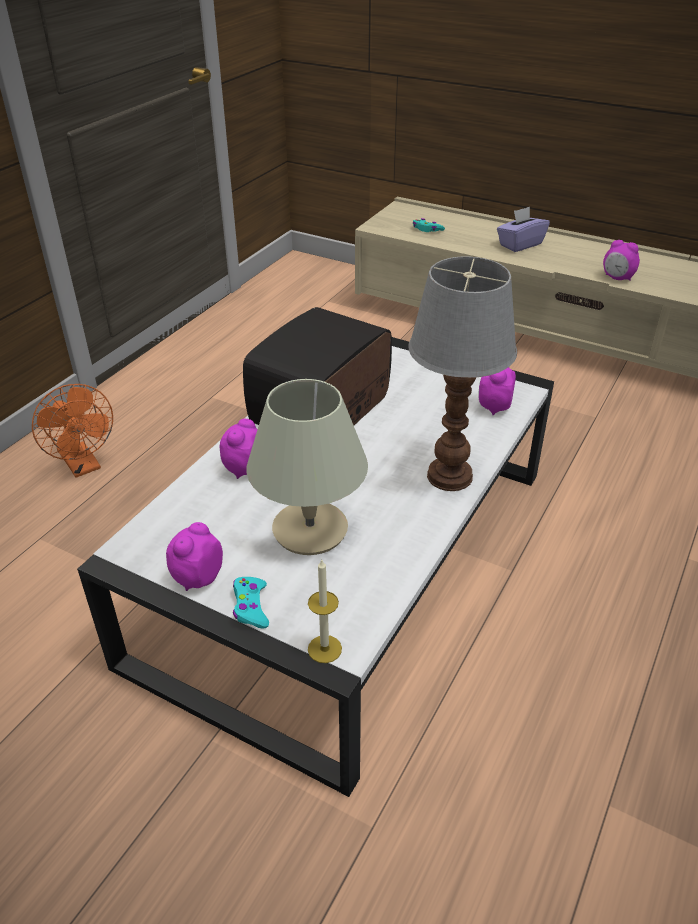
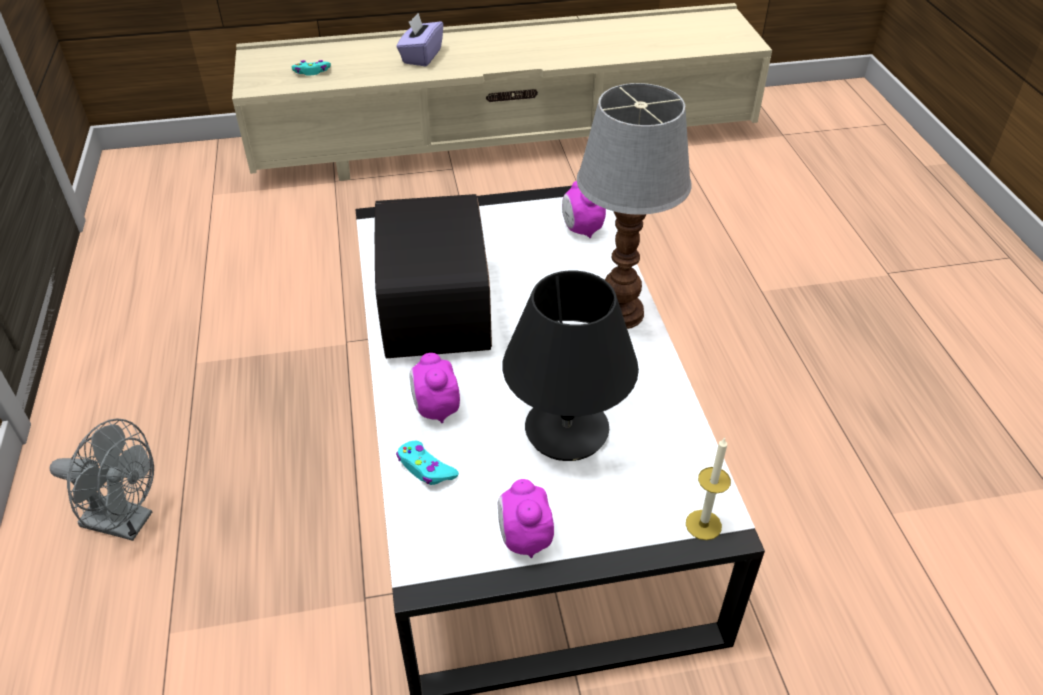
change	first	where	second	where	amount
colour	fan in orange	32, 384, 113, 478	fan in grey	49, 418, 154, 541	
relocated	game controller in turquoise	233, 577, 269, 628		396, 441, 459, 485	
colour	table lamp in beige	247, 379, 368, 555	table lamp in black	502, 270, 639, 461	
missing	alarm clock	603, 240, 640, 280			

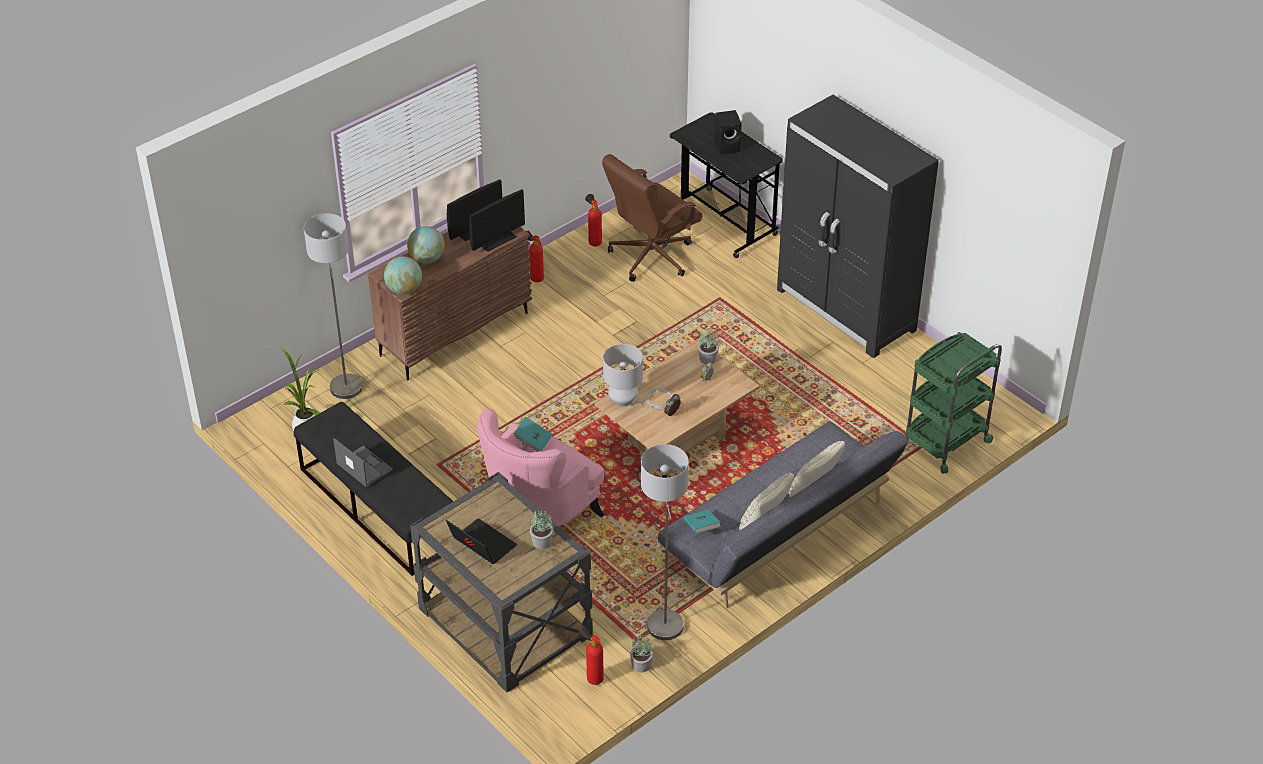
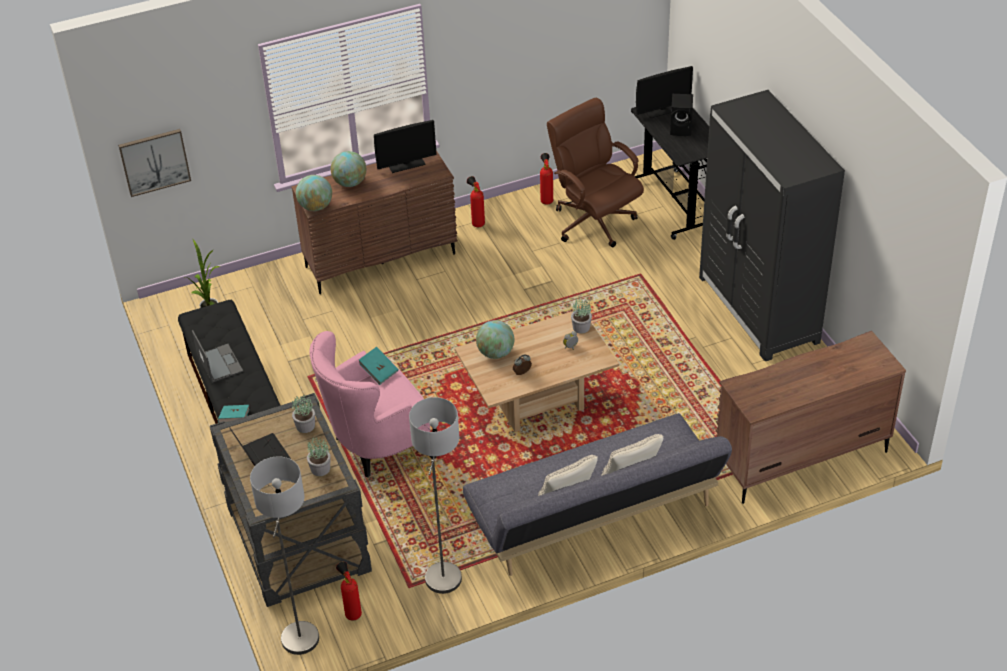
change	first	where	second	where	amount
appeared			picture	118, 129, 191, 197	
relocated	book in turquoise	684, 510, 721, 534		218, 405, 250, 423	
relocated	floor lamp in grey	304, 213, 363, 399		250, 456, 319, 655	
relocated	potted plant	630, 635, 653, 672		292, 394, 315, 433	
exchanged	table lamp in white	603, 344, 673, 409	globe	476, 320, 514, 359	
spun	office chair in brown	602, 154, 702, 282		547, 98, 644, 247	75 degrees clockwise
relocated	monitor	469, 189, 525, 252		636, 66, 693, 118	
exchanged	cart in green	904, 332, 1002, 474	dresser in brown	716, 331, 906, 504	

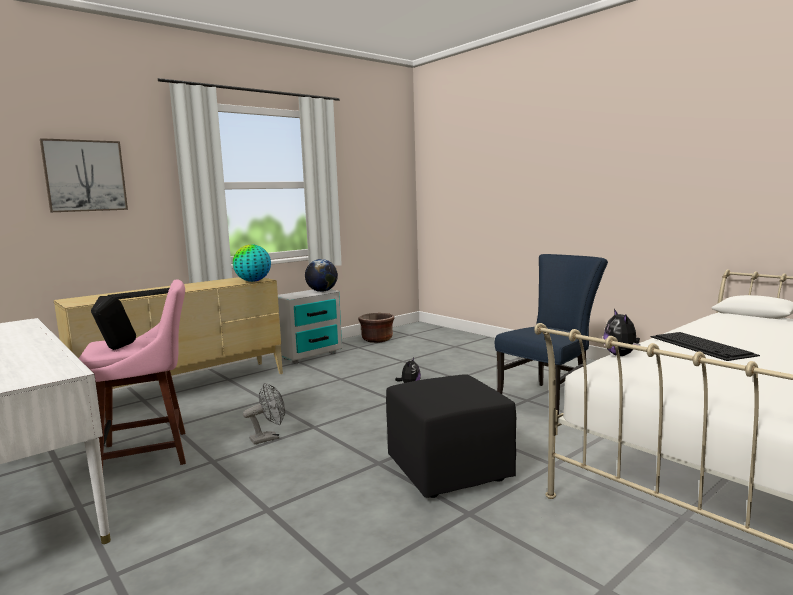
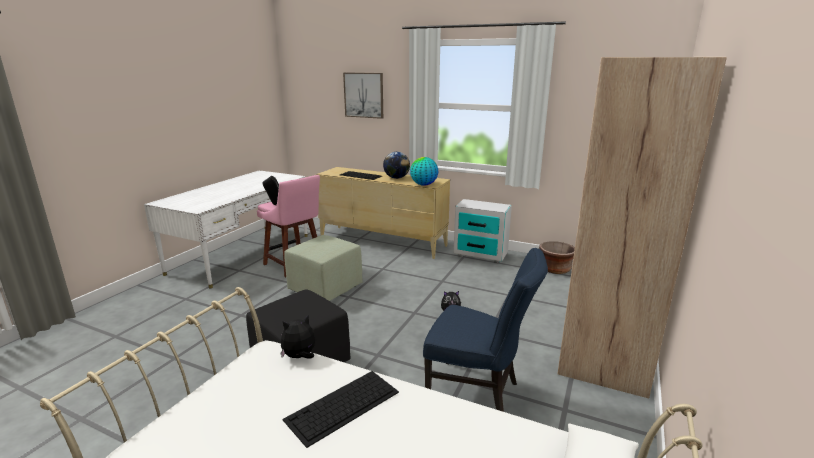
change	first	where	second	where	amount
exchanged	fan in grey	243, 383, 285, 445	ottoman in green	284, 235, 363, 301	
relocated	globe	305, 259, 338, 292		383, 152, 410, 179	
appeared			wardrobe in beige	557, 57, 727, 398	

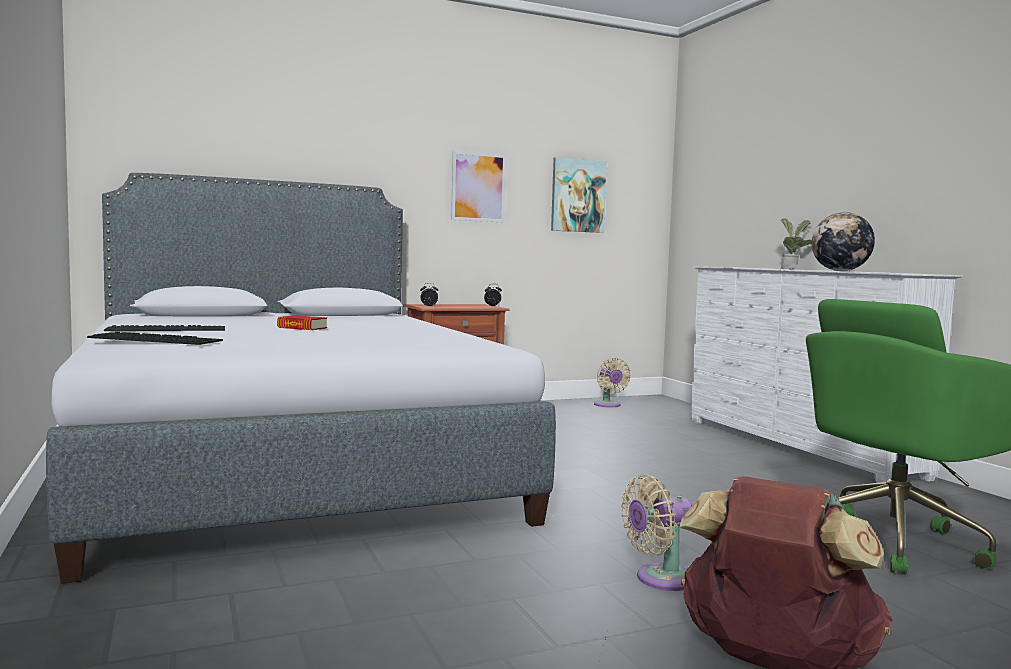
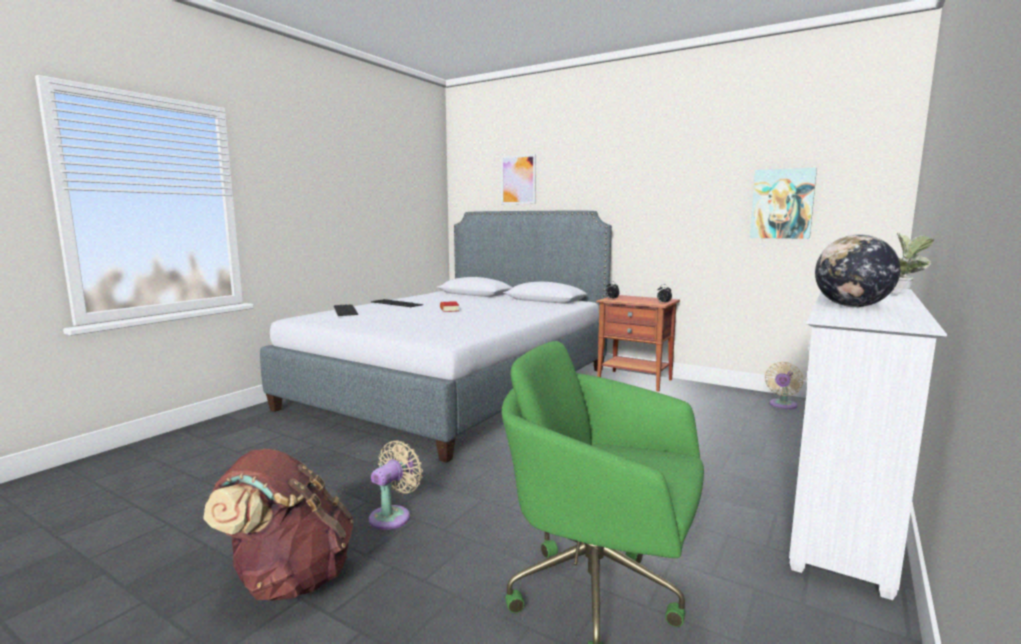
change	first	where	second	where	amount
spun	fan in beige	621, 474, 693, 591		368, 440, 423, 530	90 degrees clockwise
relocated	picture	451, 151, 506, 222		501, 154, 536, 204	

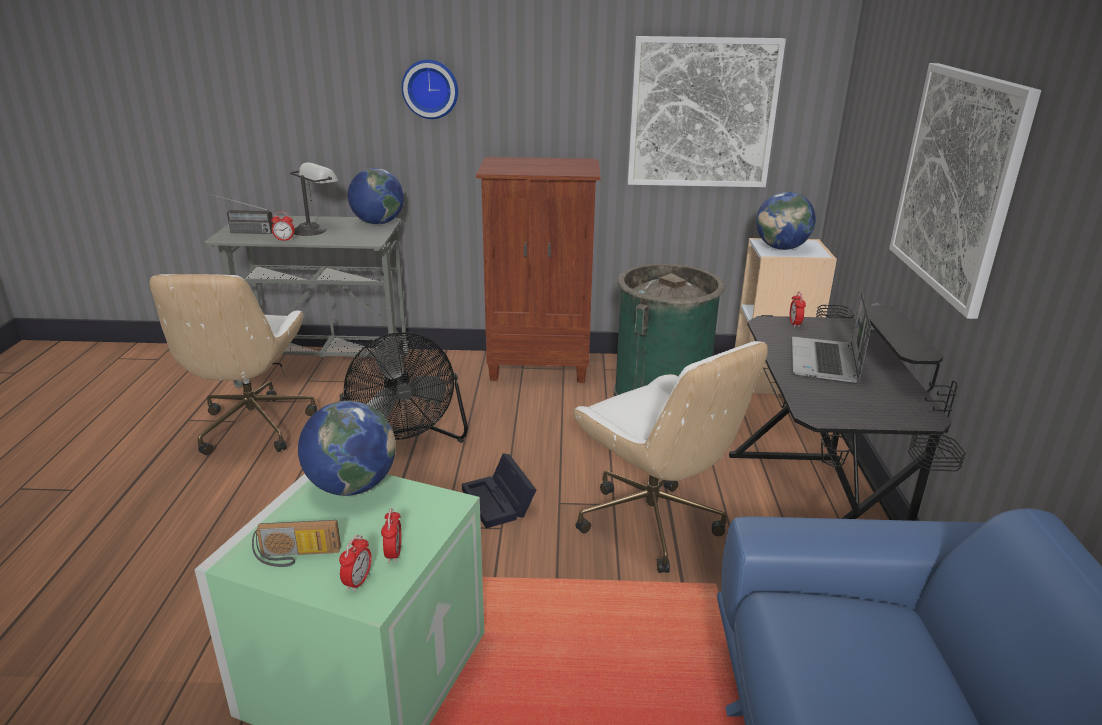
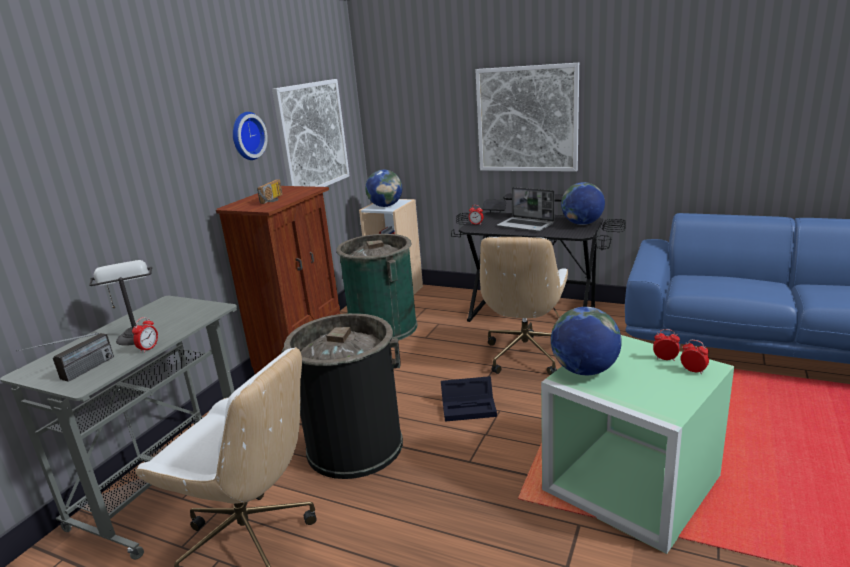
change	first	where	second	where	amount
relocated	wall clock	402, 60, 458, 119		233, 112, 268, 160	
relocated	radio	252, 520, 341, 567		257, 179, 283, 204	
exchanged	fan in black	340, 332, 468, 443	trash can in black	281, 313, 403, 479	
spun	office chair in white	573, 341, 768, 573		480, 237, 568, 375	120 degrees clockwise
relocated	globe	348, 168, 404, 224		561, 182, 605, 225	

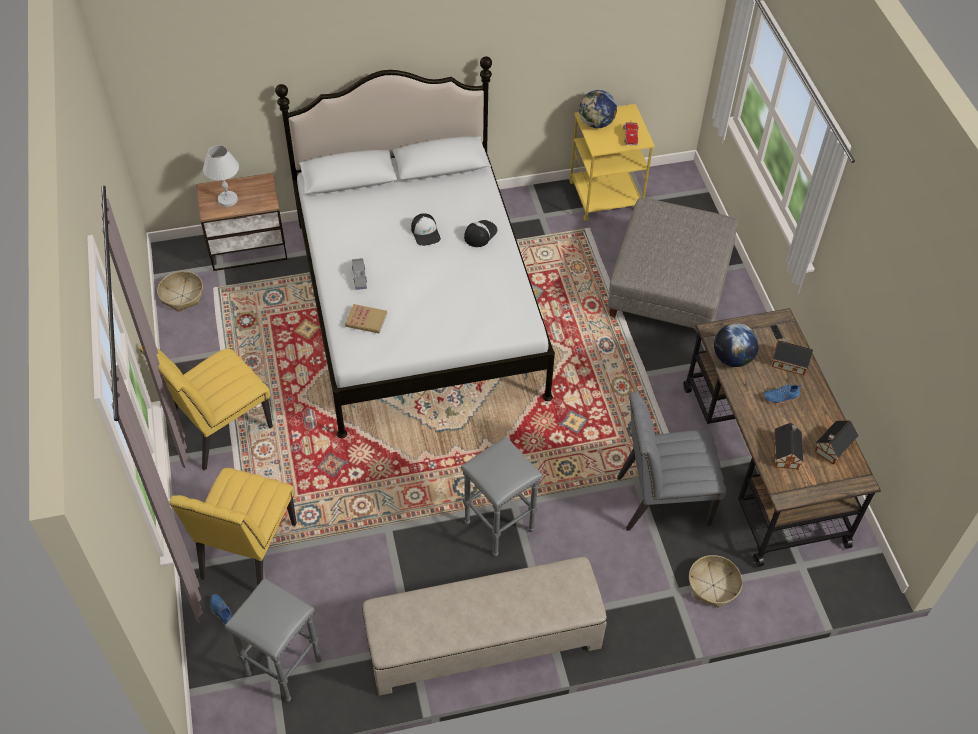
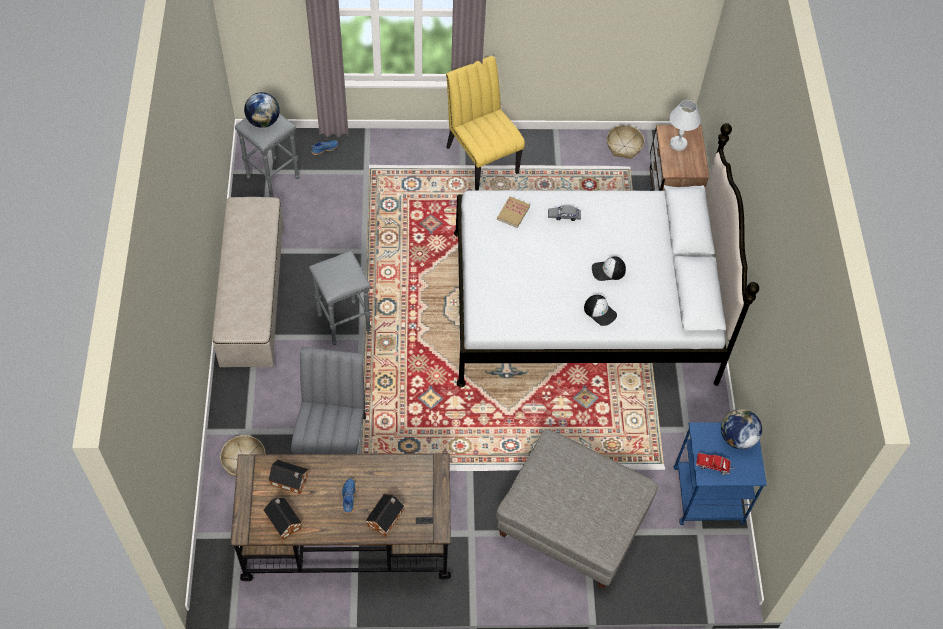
change	first	where	second	where	amount
relocated	globe	714, 323, 759, 367		244, 92, 280, 128	
colour	cart in yellow	569, 104, 655, 221	cart in blue	673, 422, 767, 525	
missing	chair in yellow	169, 468, 297, 586			

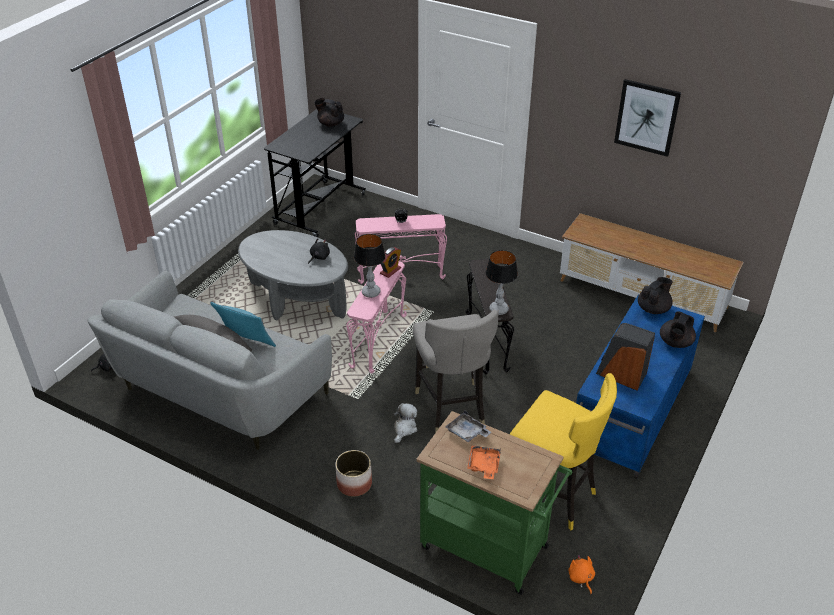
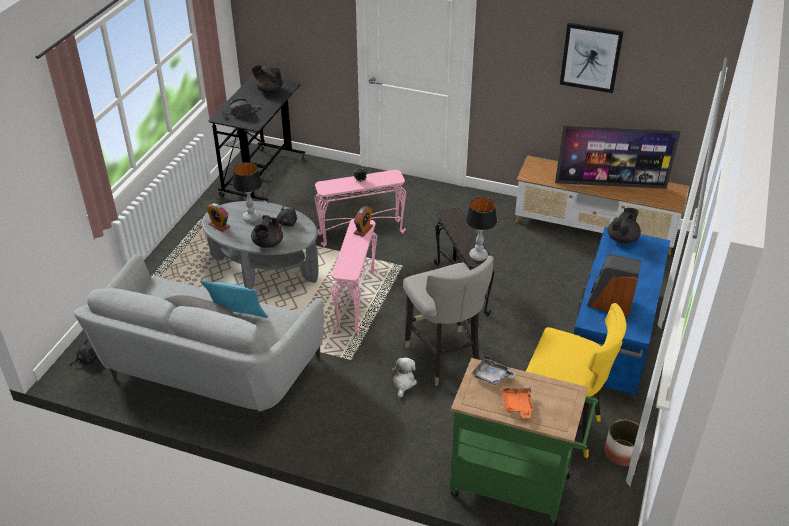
change	first	where	second	where	amount
appeared			alarm clock	206, 203, 230, 232	
appeared			hat in black	221, 98, 261, 118	
relocated	table lamp	354, 234, 386, 298		232, 162, 262, 223	
relocated	teapot in black	660, 311, 696, 348		251, 215, 283, 248	
appeared			television	555, 125, 681, 189	
relocated	planter	335, 450, 372, 497		605, 419, 645, 466	
missing	plush toy in orange	568, 554, 595, 595			

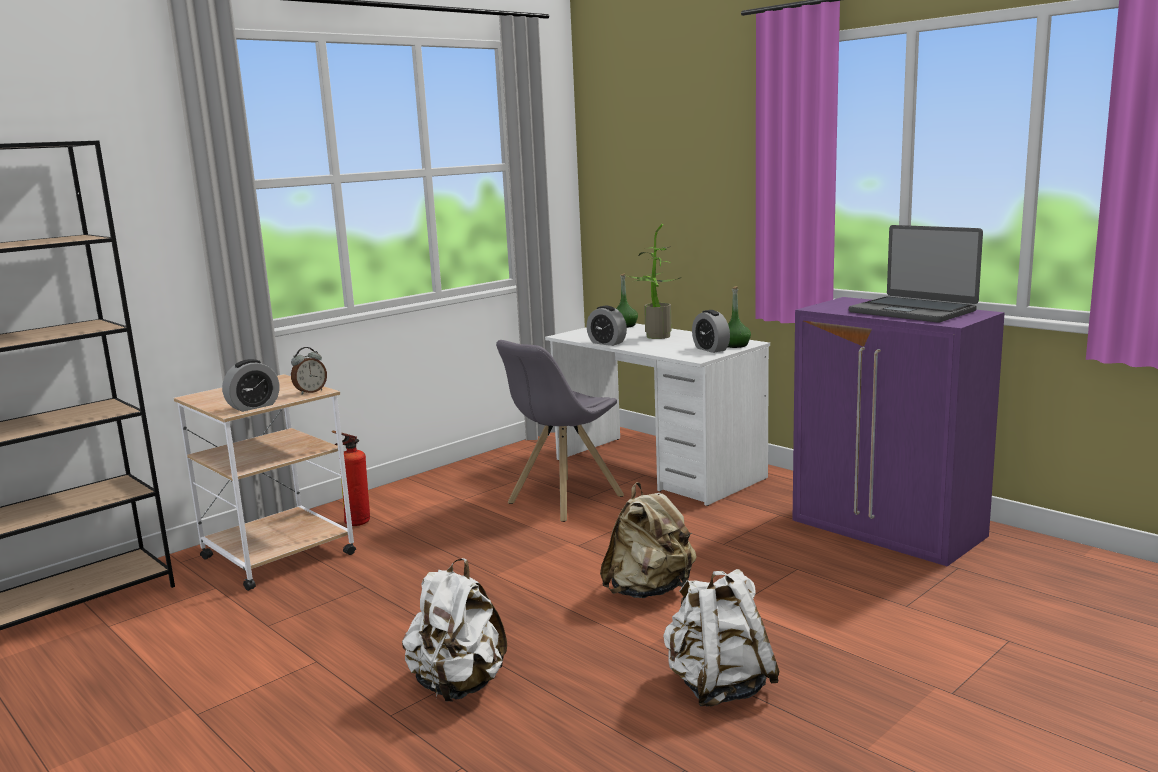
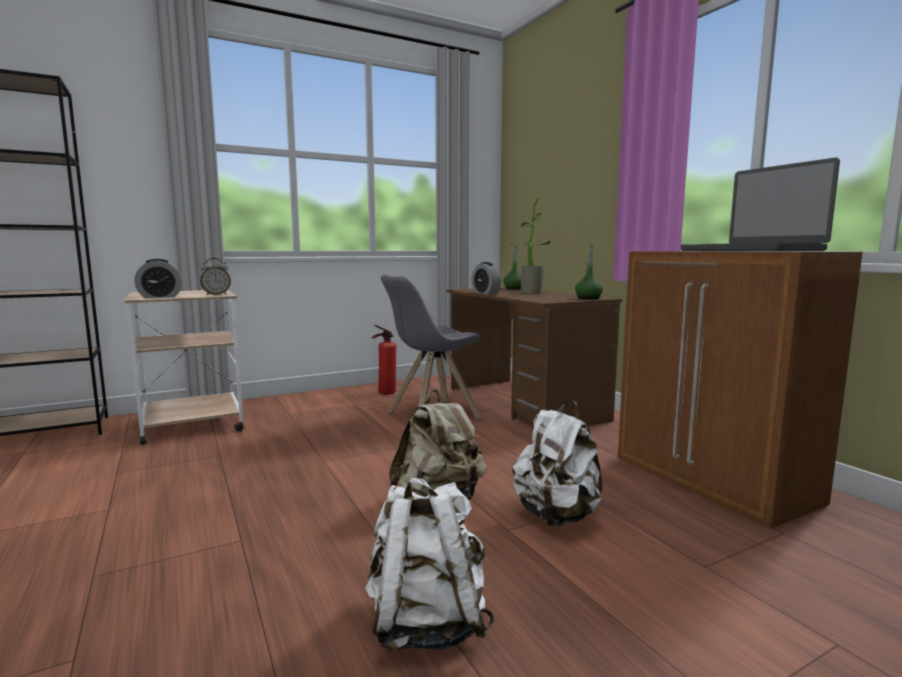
change	first	where	second	where	amount
relocated	fire extinguisher	332, 431, 370, 526		372, 325, 396, 395	
colour	desk in white	545, 323, 770, 506	desk in brown	446, 287, 622, 427	
relocated	backpack in white	402, 558, 507, 702		512, 401, 602, 526	
colour	cabinet in purple	793, 297, 1005, 566	cabinet in brown	618, 251, 863, 529	
missing	alarm clock	692, 310, 730, 353			

